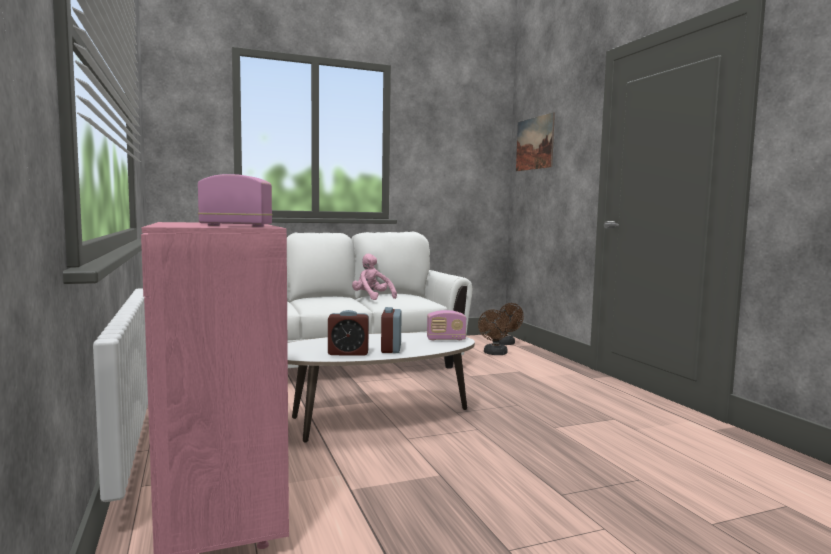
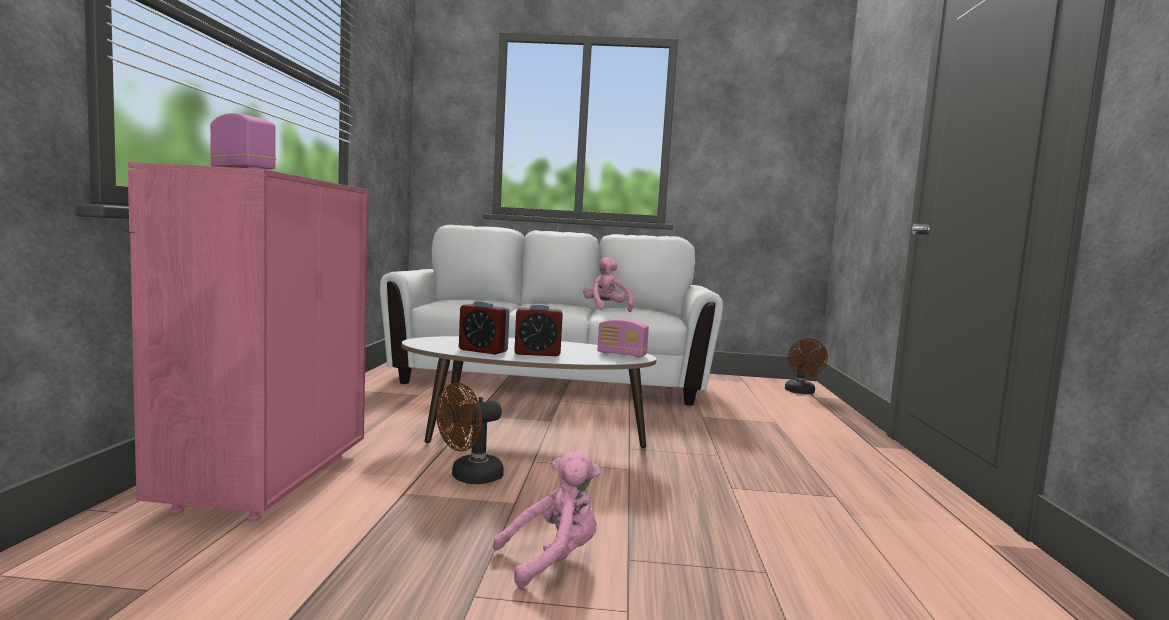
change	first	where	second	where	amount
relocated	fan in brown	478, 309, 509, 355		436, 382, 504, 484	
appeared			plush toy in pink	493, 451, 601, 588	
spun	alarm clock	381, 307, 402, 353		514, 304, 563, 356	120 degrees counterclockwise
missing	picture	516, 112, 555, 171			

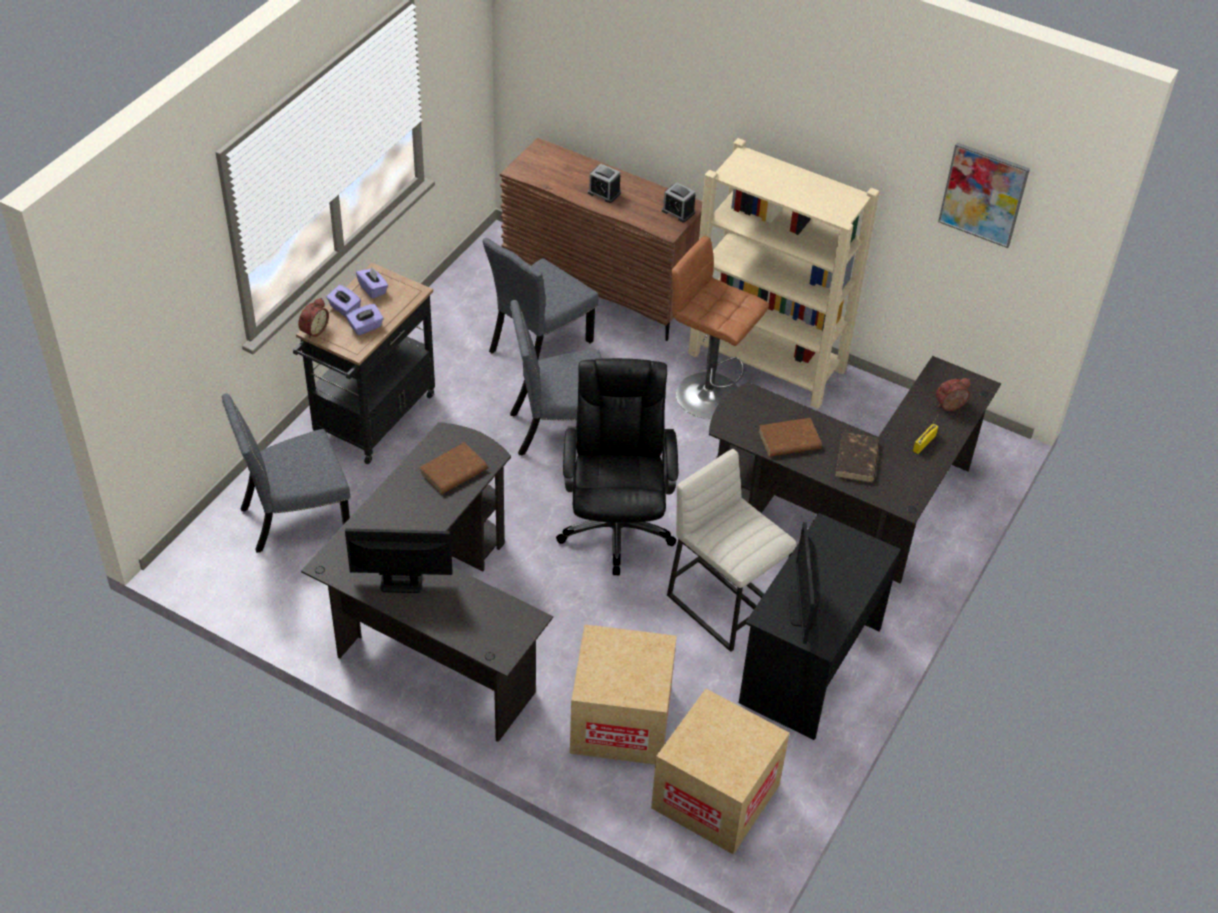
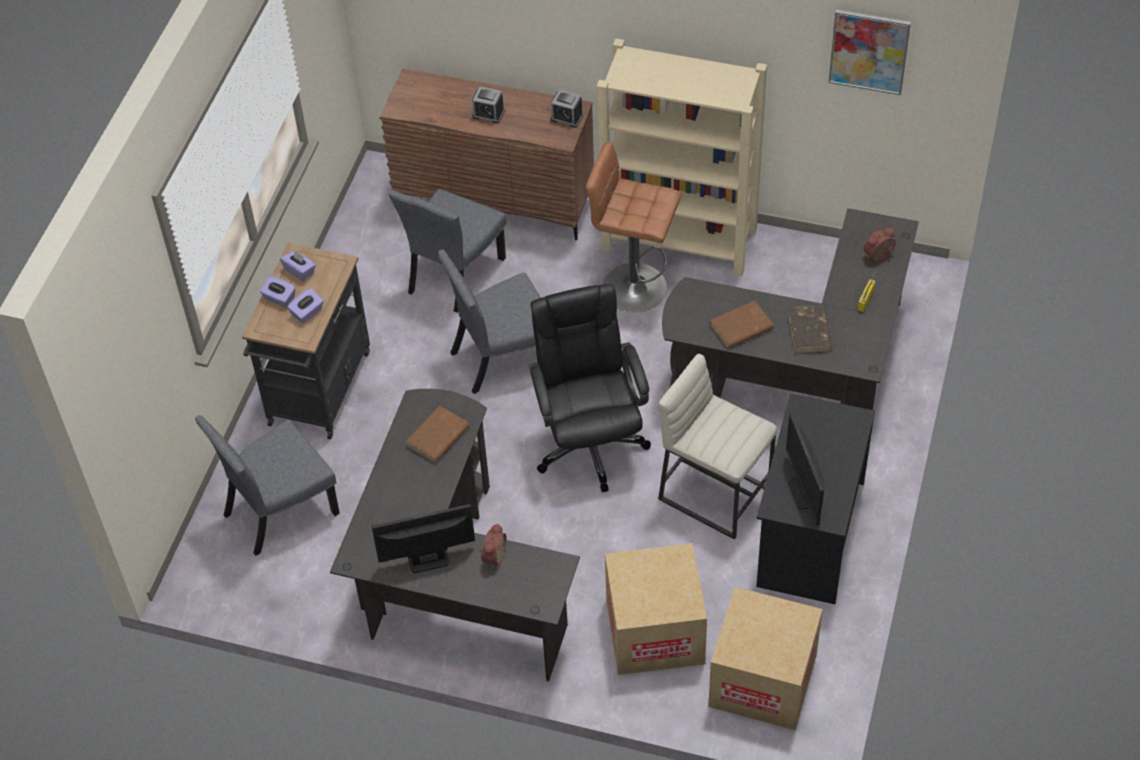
change	first	where	second	where	amount
relocated	alarm clock	298, 298, 329, 339		480, 524, 507, 568	

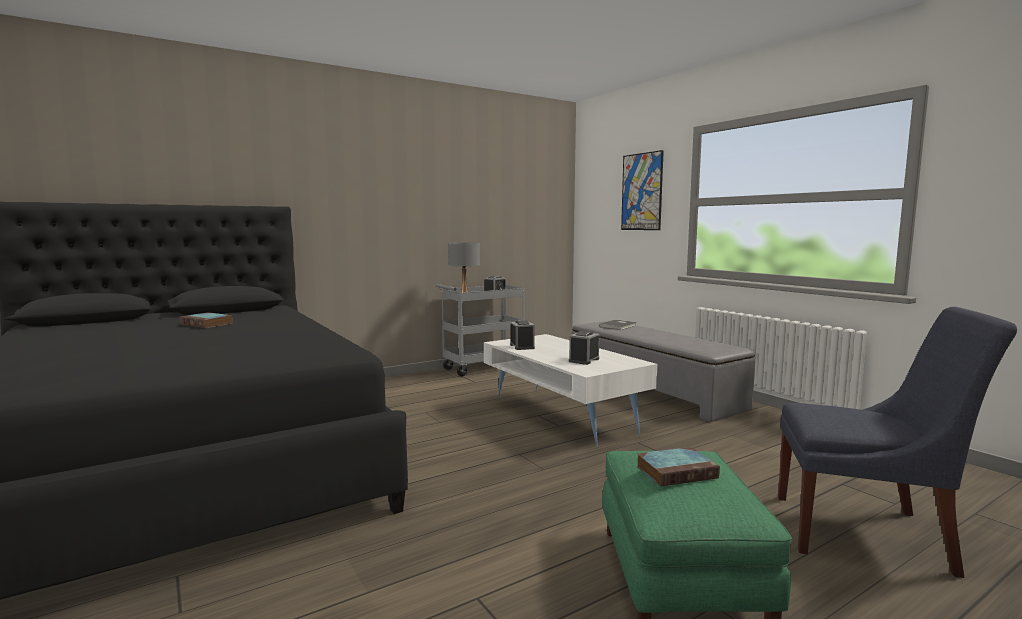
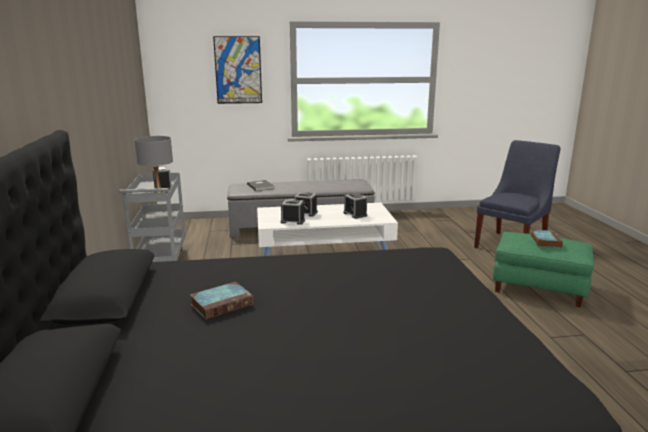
change	first	where	second	where	amount
appeared			alarm clock	294, 192, 318, 217	

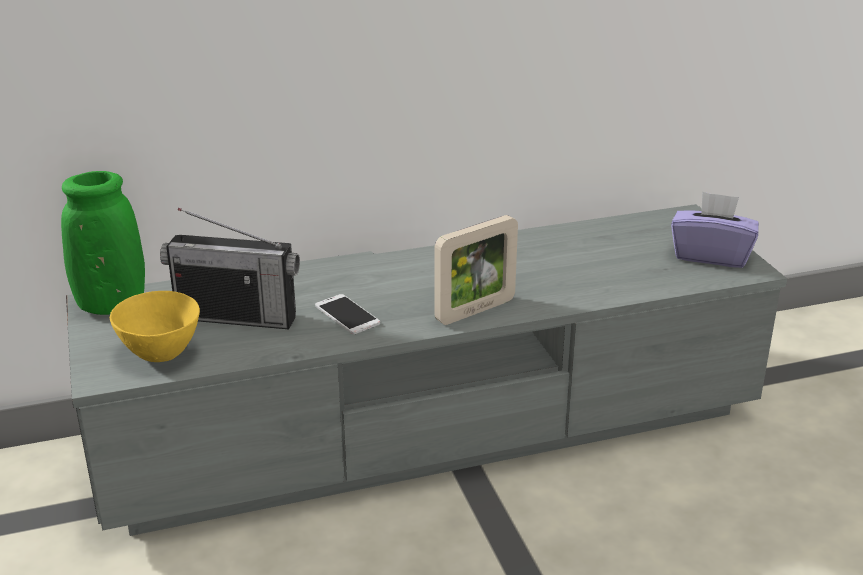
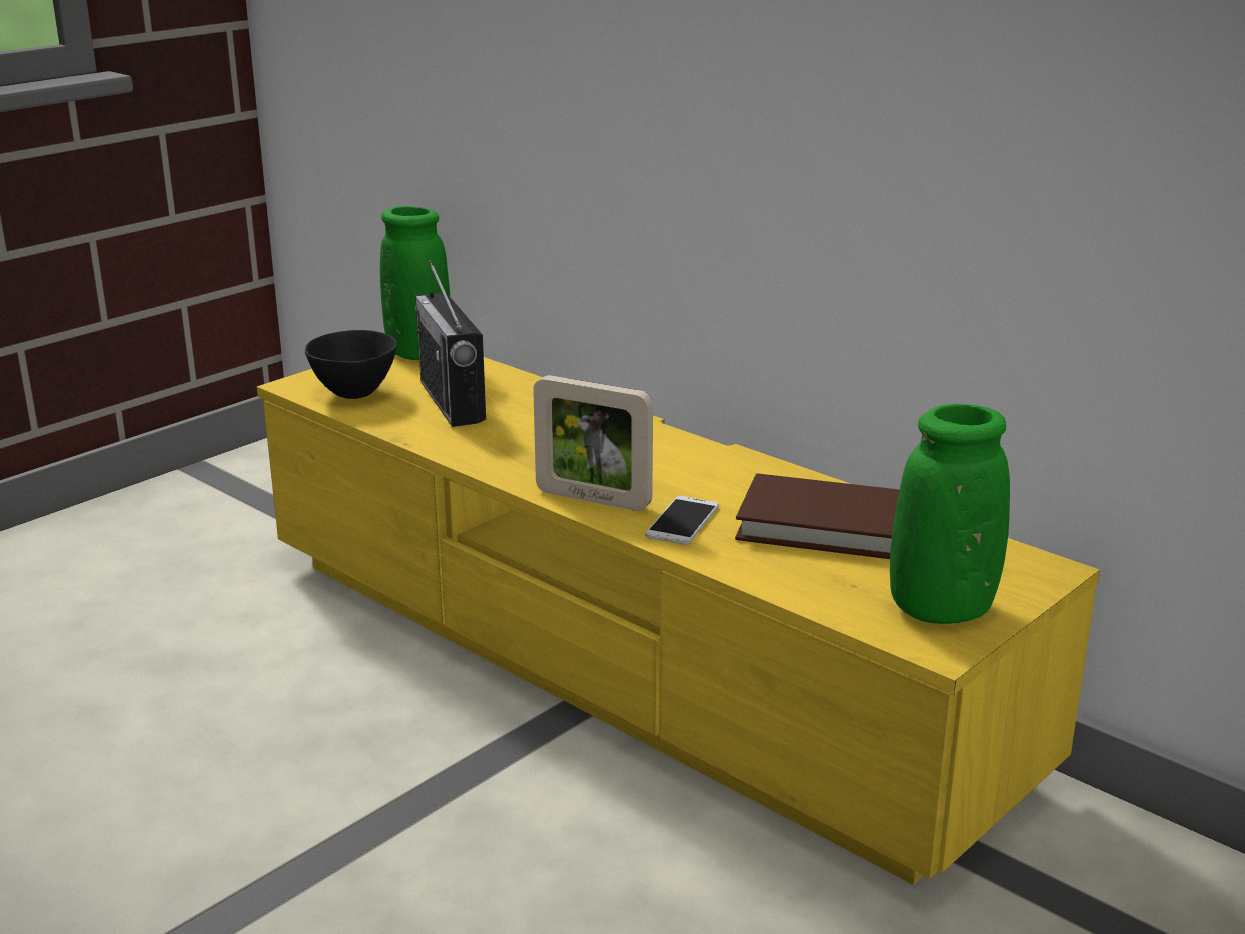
change	first	where	second	where	amount
colour	tv stand in grey	66, 204, 787, 536	tv stand in yellow	257, 354, 1100, 885	
colour	bowl in yellow	110, 291, 200, 362	bowl in black	305, 330, 397, 399	
relocated	phone	315, 294, 380, 334		645, 496, 719, 545	
appeared			book in brown	735, 474, 899, 559	
exchanged	tissue box in purple	671, 191, 759, 268	vase in green	890, 404, 1010, 624	

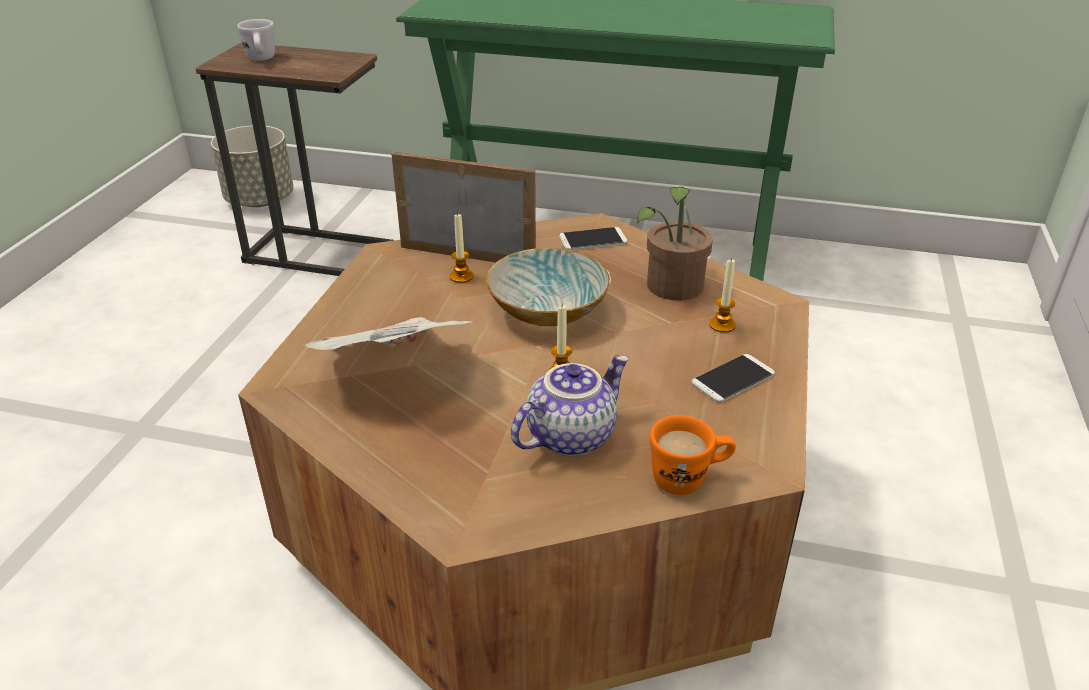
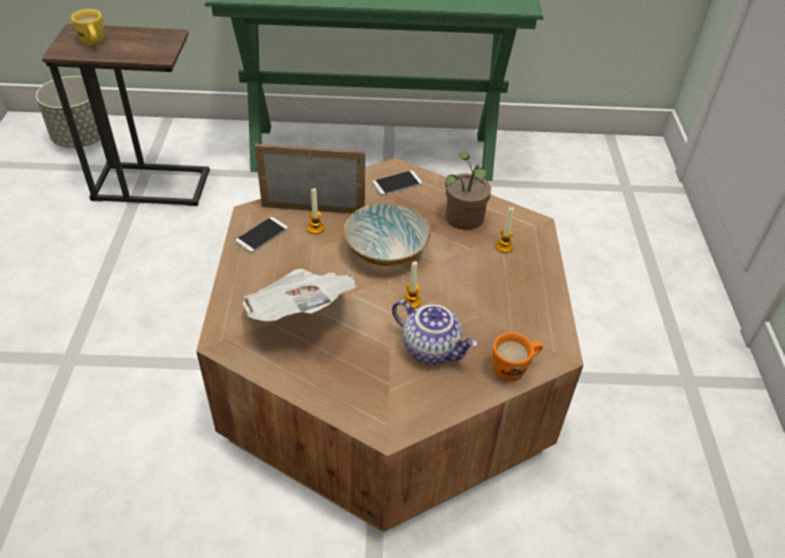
change	first	where	second	where	amount
colour	mug in white	237, 19, 275, 61	mug in yellow	71, 9, 104, 46	
relocated	phone	691, 354, 775, 402		236, 217, 288, 252	
spun	teapot	511, 355, 629, 456		392, 300, 478, 364	90 degrees clockwise

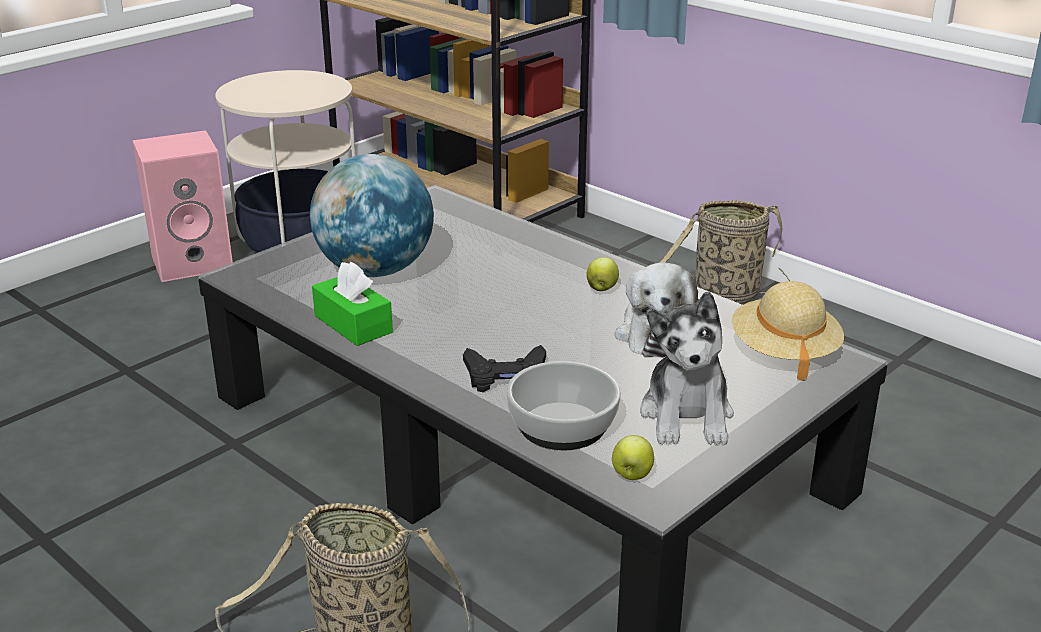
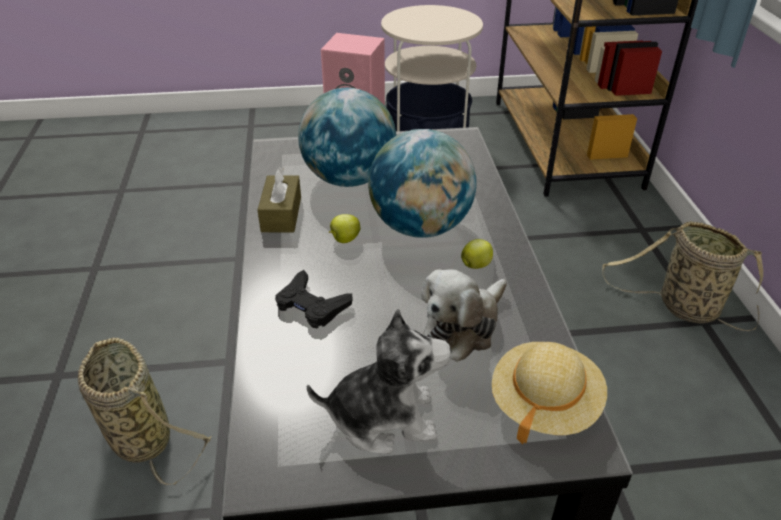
change	first	where	second	where	amount
colour	tissue box in green	312, 261, 393, 346	tissue box in brown	258, 167, 301, 232	
spun	plush toy	640, 291, 734, 445		307, 309, 451, 454	135 degrees counterclockwise
relocated	apple	612, 435, 654, 480		329, 214, 361, 243	
appeared			globe	368, 129, 477, 238	
missing	bowl	506, 361, 621, 450			

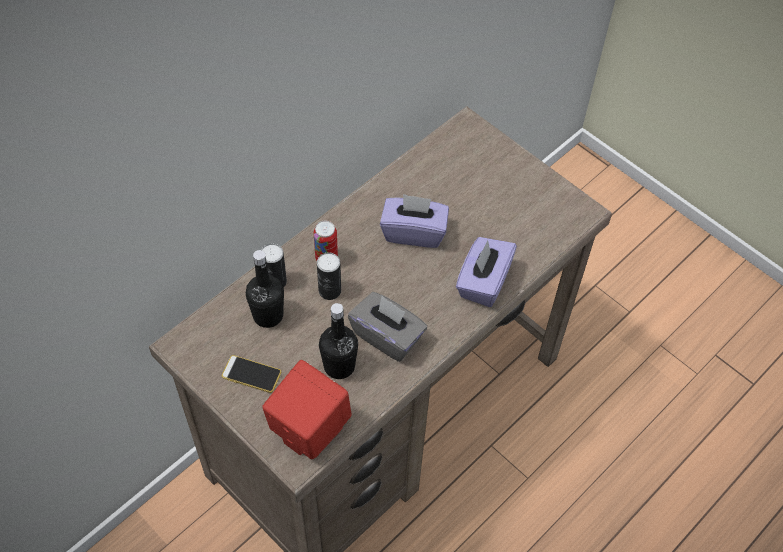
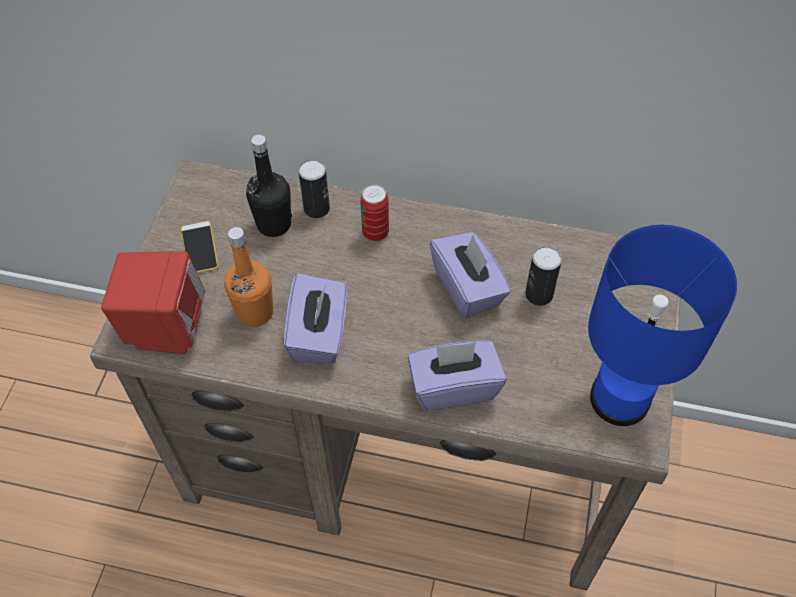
change	first	where	second	where	amount
colour	bottle in black	319, 303, 358, 379	bottle in orange	224, 227, 273, 327	
colour	tissue box in grey	348, 292, 427, 362	tissue box in purple	284, 274, 347, 363	
relocated	can	317, 252, 341, 300		525, 246, 562, 306	
appeared			table lamp in blue	588, 225, 737, 426	

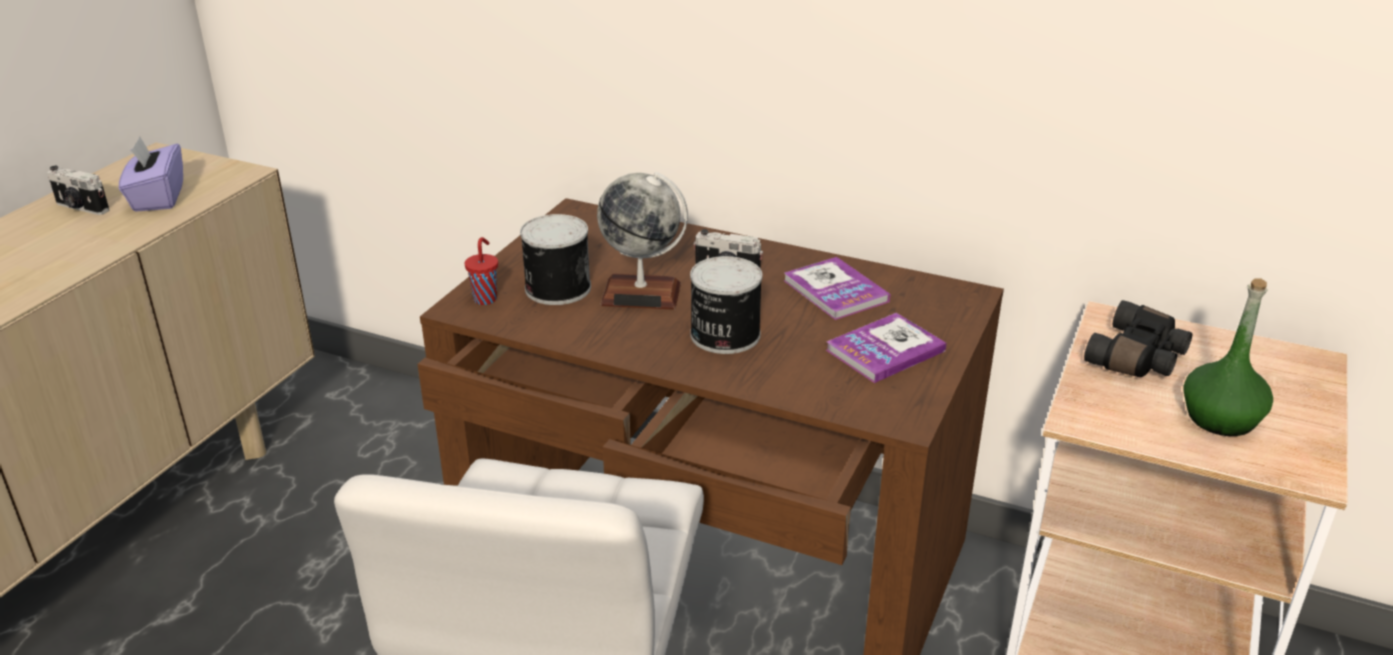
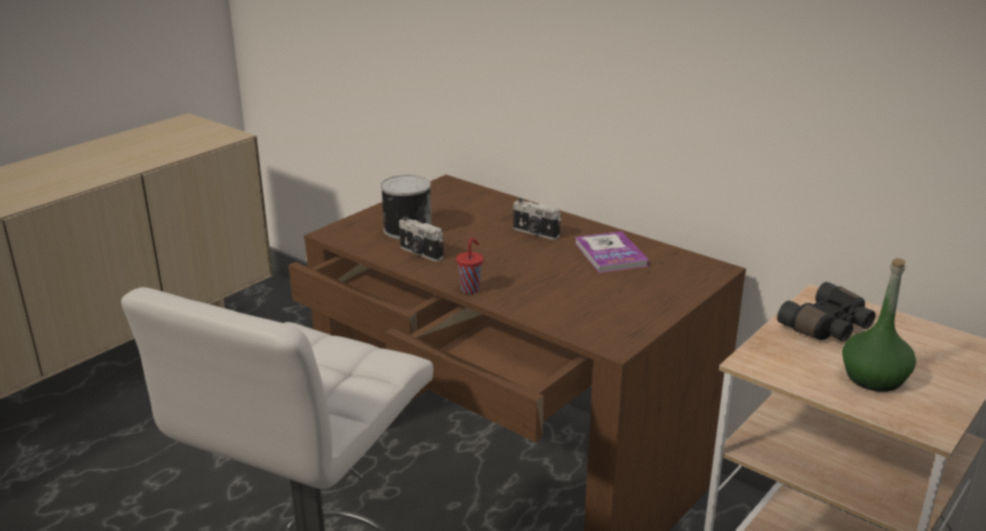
change	first	where	second	where	amount
relocated	photo camera	47, 166, 110, 215		399, 216, 444, 262	
relocated	cup in red	465, 237, 498, 305		456, 238, 483, 294	
missing	tissue box in purple	119, 136, 183, 212			
missing	globe	597, 172, 688, 310			
missing	can	690, 256, 762, 354			
missing	book	826, 313, 947, 383			

